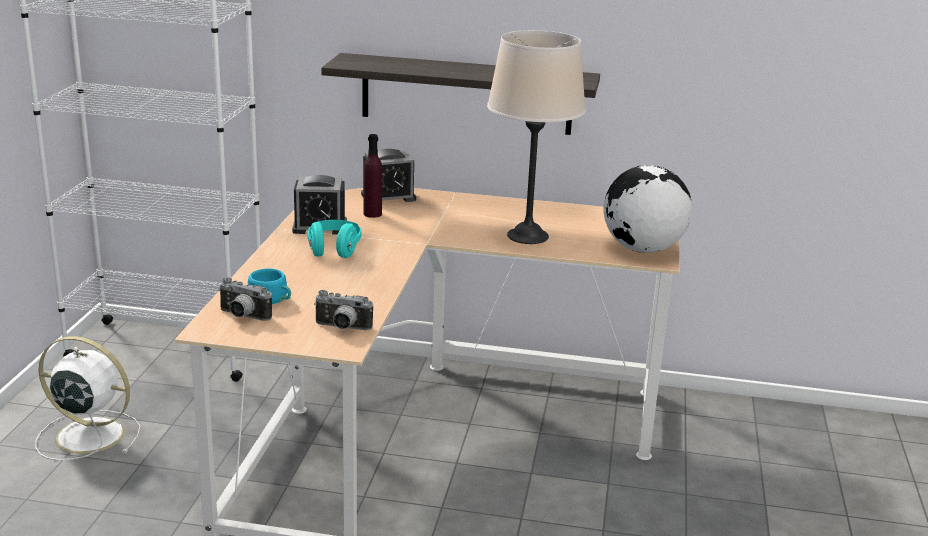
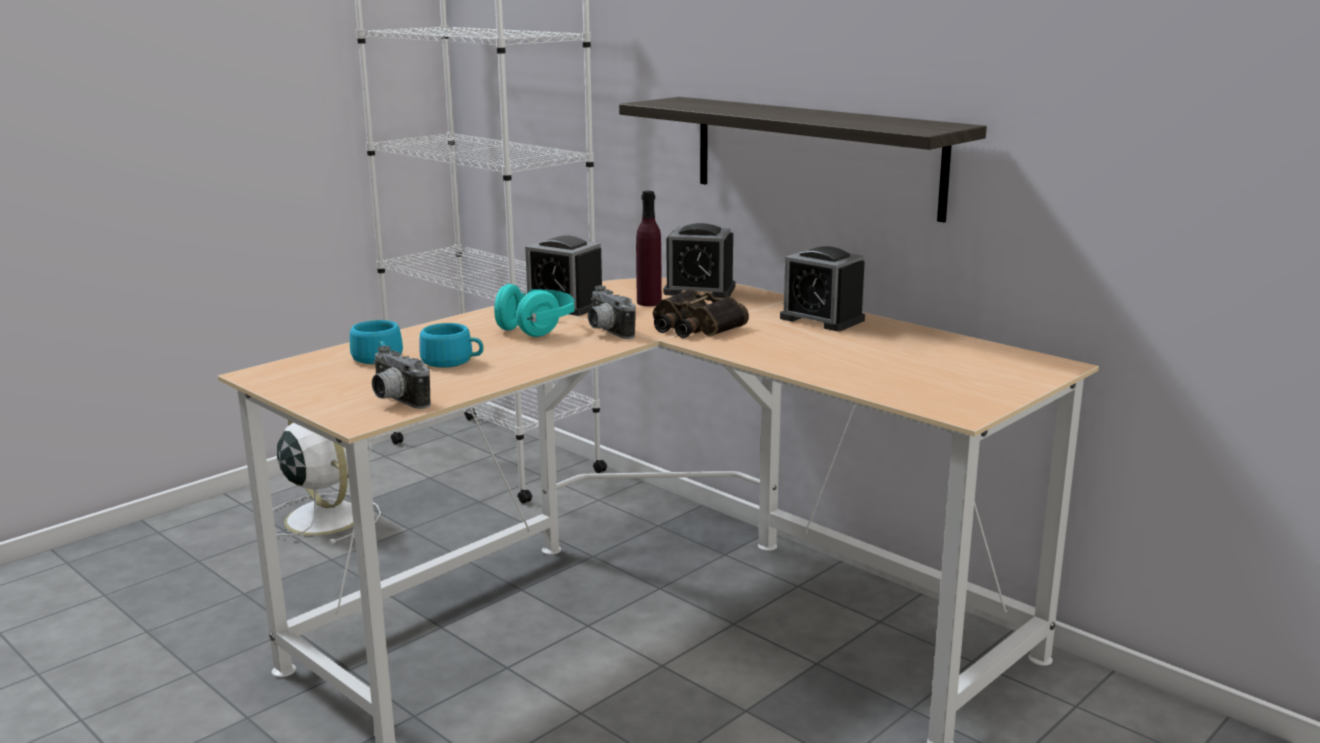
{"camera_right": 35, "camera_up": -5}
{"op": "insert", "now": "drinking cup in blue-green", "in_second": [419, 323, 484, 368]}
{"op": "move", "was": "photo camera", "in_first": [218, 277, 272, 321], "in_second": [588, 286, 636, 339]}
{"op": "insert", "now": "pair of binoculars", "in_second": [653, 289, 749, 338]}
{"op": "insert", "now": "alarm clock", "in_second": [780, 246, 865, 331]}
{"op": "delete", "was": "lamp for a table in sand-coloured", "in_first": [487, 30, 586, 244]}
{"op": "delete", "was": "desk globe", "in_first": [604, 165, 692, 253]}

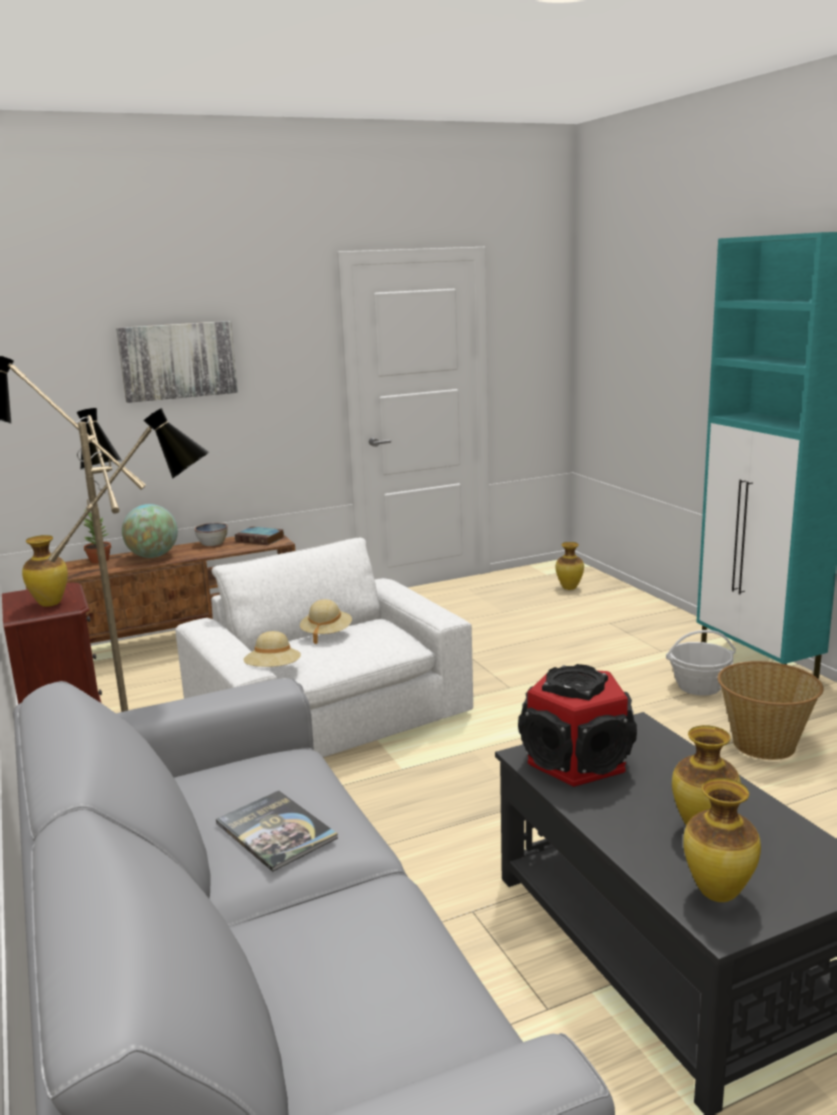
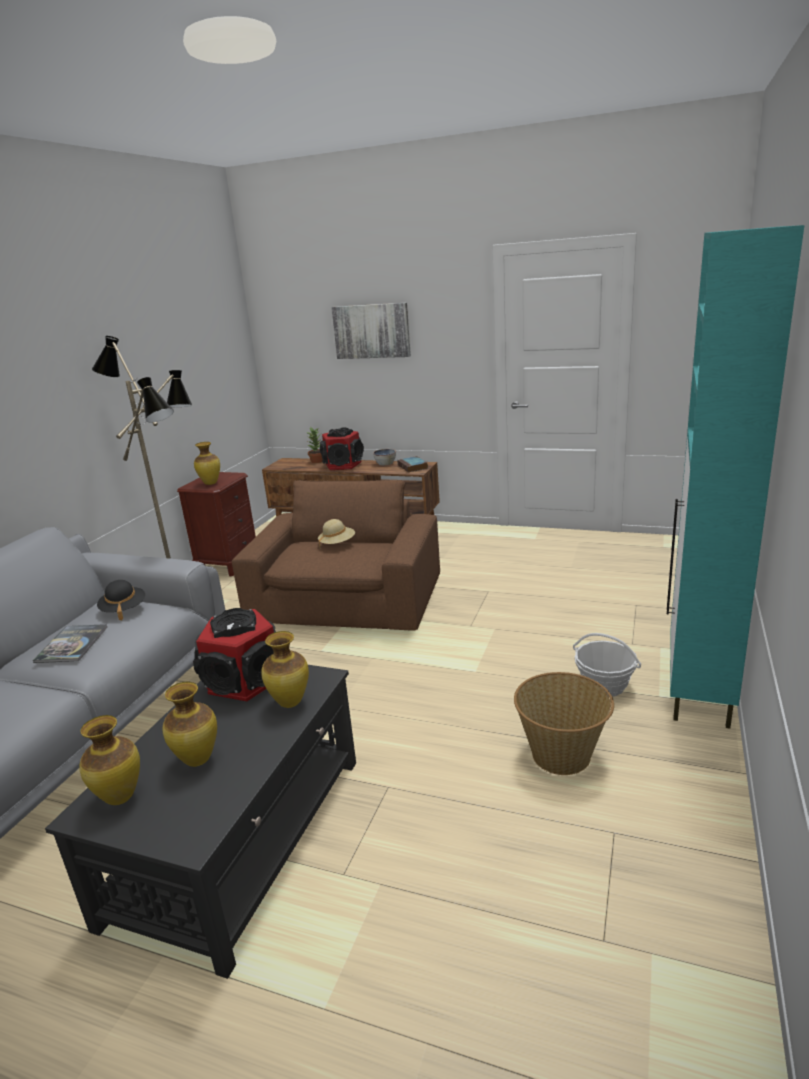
{"camera_right": 45, "camera_up": 5}
{"op": "insert", "now": "clothing hat in black-coloured", "in_second": [97, 580, 145, 620]}
{"op": "recolor", "was": "lounge chair in white", "now": "lounge chair in brown-coloured", "in_first": [175, 537, 473, 757], "in_second": [232, 480, 440, 631]}
{"op": "move", "was": "vase", "in_first": [555, 542, 584, 590], "in_second": [261, 631, 309, 708]}
{"op": "replace", "was": "desk globe", "now": "loudspeaker", "in_first": [122, 504, 178, 558], "in_second": [320, 428, 364, 470]}
{"op": "delete", "was": "clothing hat in sand-coloured", "in_first": [244, 631, 301, 667]}

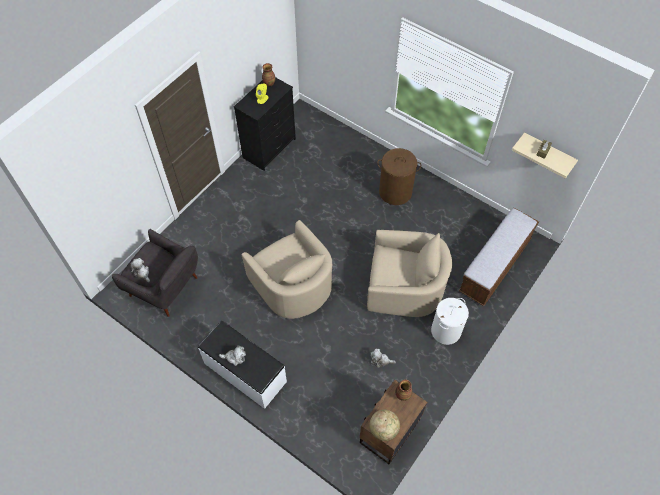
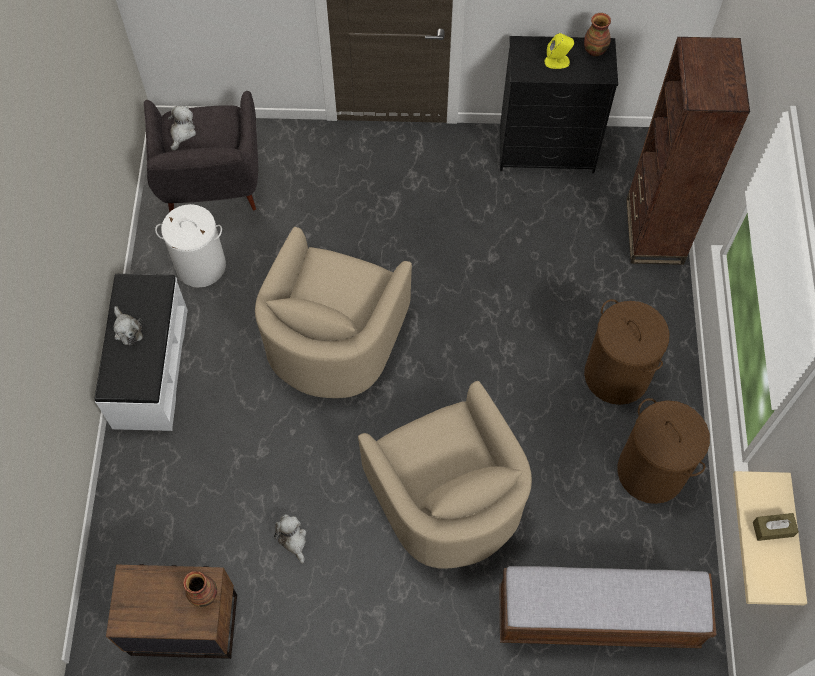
{"camera_right": 55, "camera_up": 5}
{"op": "move", "was": "laundry basket in white", "in_first": [431, 298, 469, 345], "in_second": [155, 204, 226, 287]}
{"op": "insert", "now": "laundry basket in brown-coloured", "in_second": [617, 398, 710, 504]}
{"op": "insert", "now": "shelving unit in brown-coloured", "in_second": [626, 37, 750, 265]}
{"op": "delete", "was": "desk globe", "in_first": [369, 409, 400, 441]}

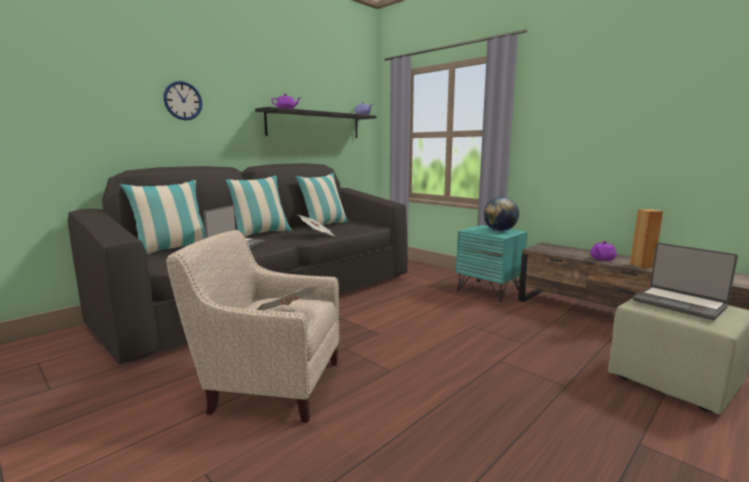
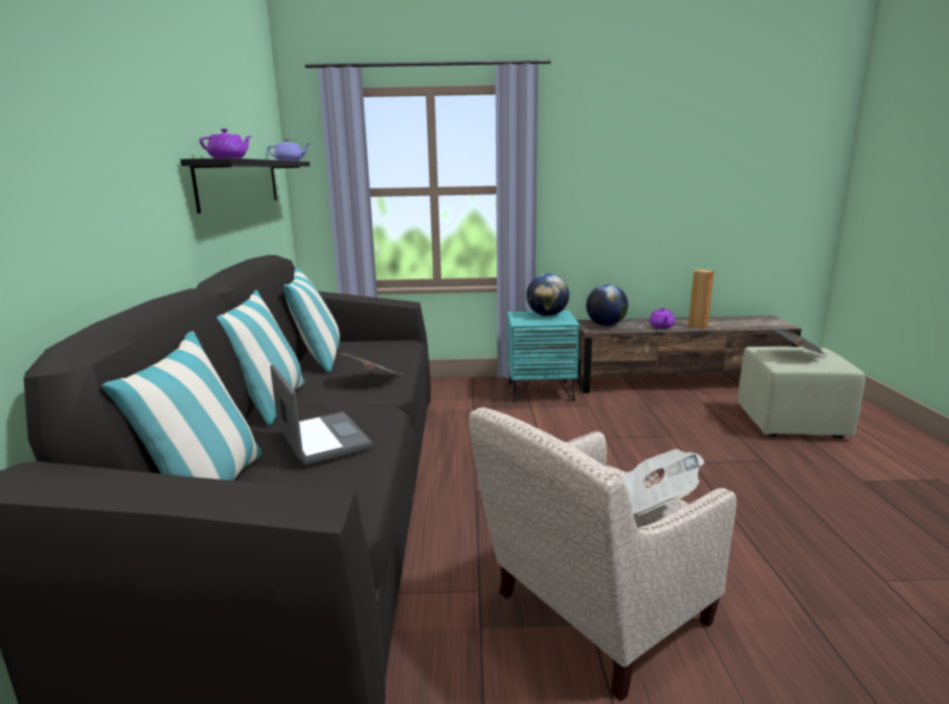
{"camera_right": -45, "camera_up": 5}
{"op": "insert", "now": "desk globe", "in_second": [586, 285, 628, 326]}
{"op": "replace", "was": "notebook computer", "now": "printed paper", "in_first": [633, 243, 738, 320], "in_second": [771, 329, 827, 355]}
{"op": "delete", "was": "clock on the wall", "in_first": [163, 81, 202, 120]}

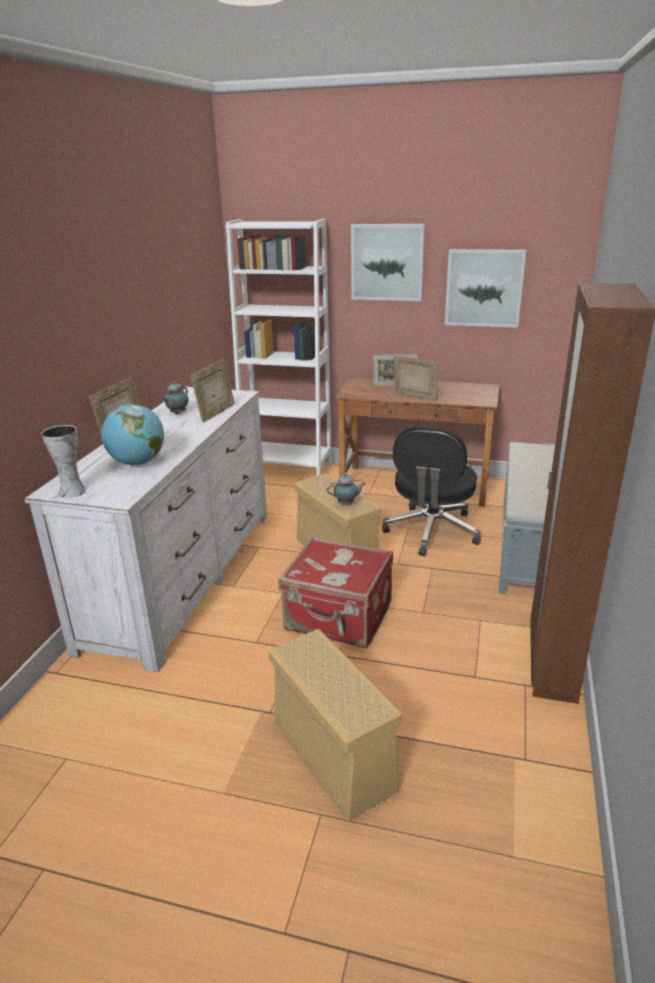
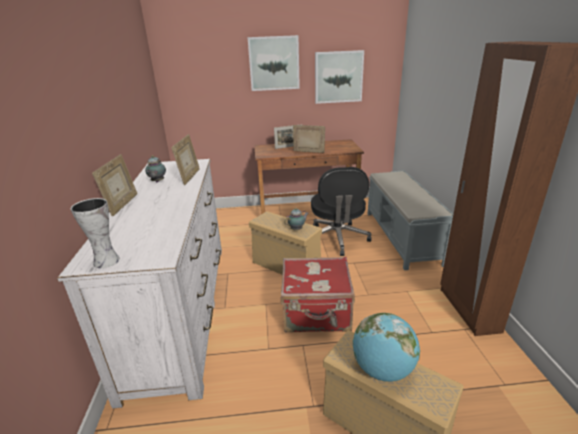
{"camera_right": -20, "camera_up": 0}
{"op": "move", "was": "desk globe", "in_first": [101, 404, 164, 465], "in_second": [353, 313, 420, 382]}
{"op": "delete", "was": "shelving unit in white", "in_first": [226, 219, 332, 475]}

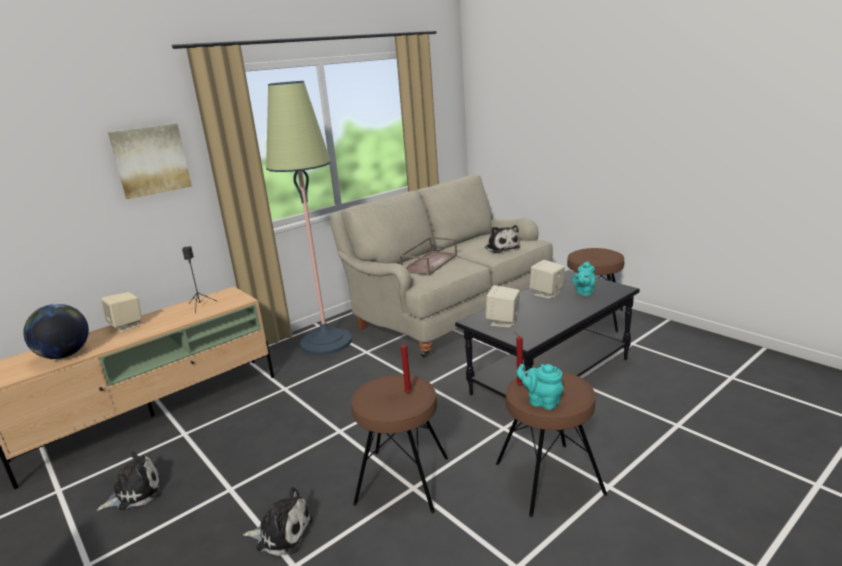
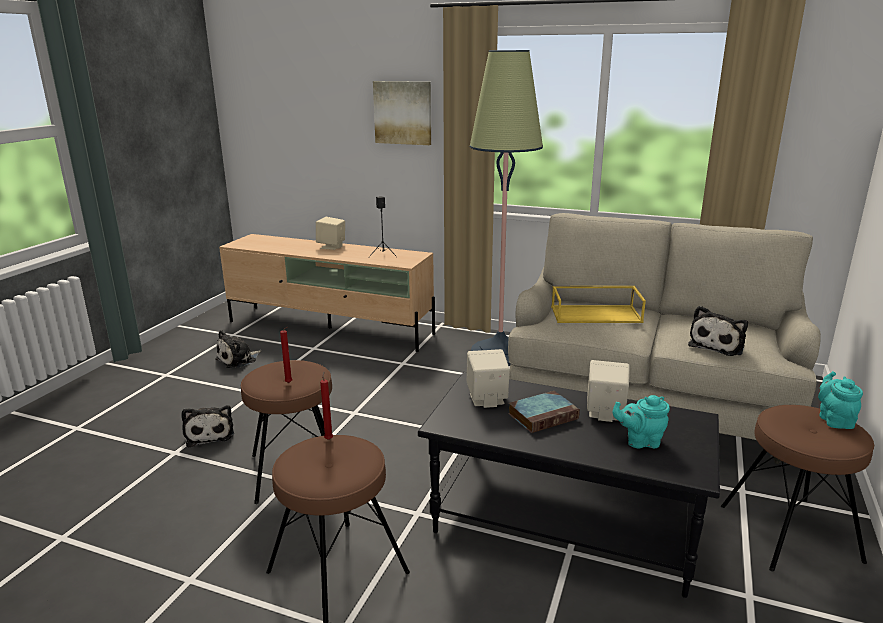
{"camera_right": 60, "camera_up": 0}
{"op": "rotate", "was": "cuddly toy", "in_first": [97, 452, 161, 511], "in_second": [215, 330, 262, 368], "clockwise": 105}
{"op": "insert", "now": "volume", "in_second": [508, 391, 580, 433]}
{"op": "recolor", "was": "carrying tray in brown-coloured", "now": "carrying tray in yellowish", "in_first": [400, 237, 457, 275], "in_second": [551, 286, 646, 323]}
{"op": "move", "was": "tea pot in blue-green", "in_first": [517, 364, 564, 410], "in_second": [818, 371, 863, 429]}
{"op": "delete", "was": "desk globe", "in_first": [23, 304, 89, 359]}

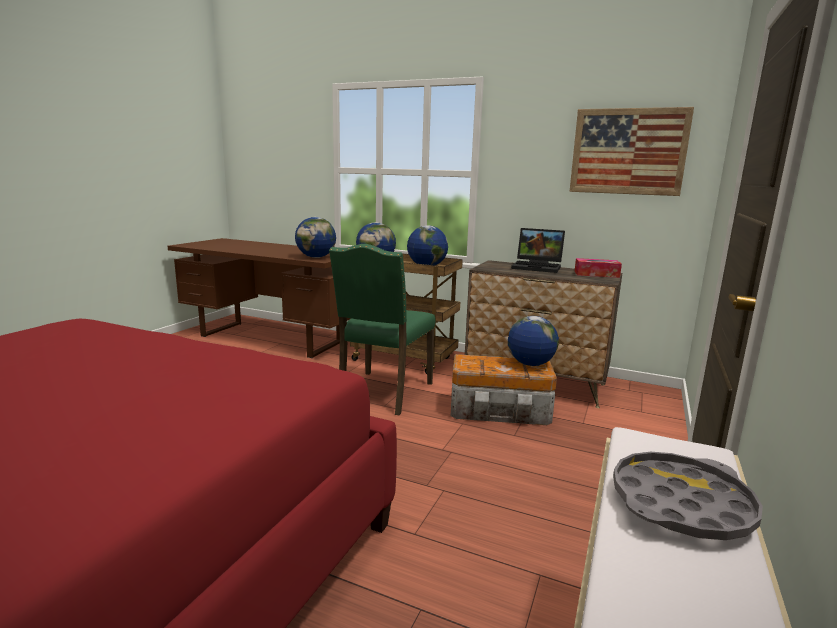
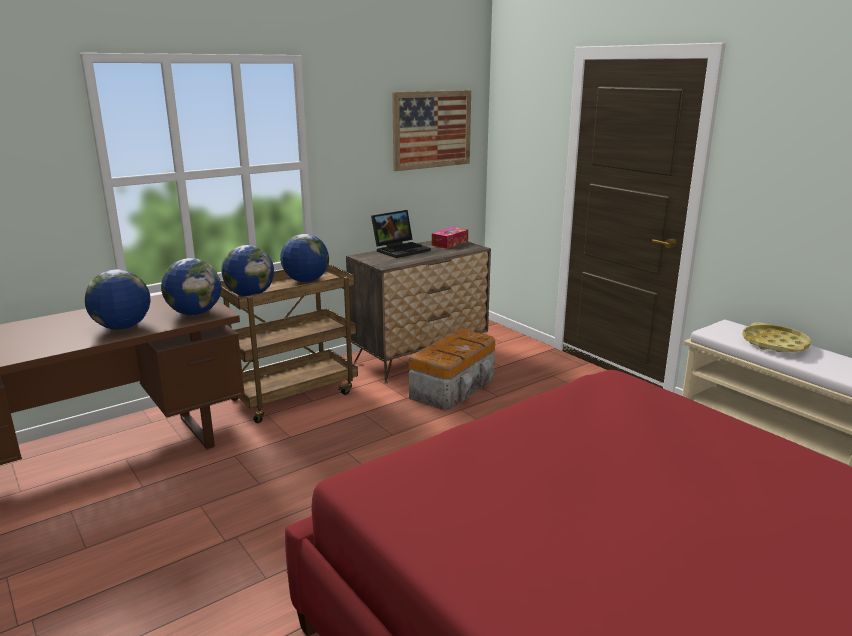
{"camera_right": -60, "camera_up": 5}
{"op": "move", "was": "desk globe", "in_first": [508, 316, 559, 366], "in_second": [85, 269, 150, 330]}
{"op": "recolor", "was": "carrying tray in greyish", "now": "carrying tray in yellowish", "in_first": [613, 452, 763, 540], "in_second": [742, 323, 811, 352]}
{"op": "delete", "was": "chair in green", "in_first": [329, 244, 435, 415]}

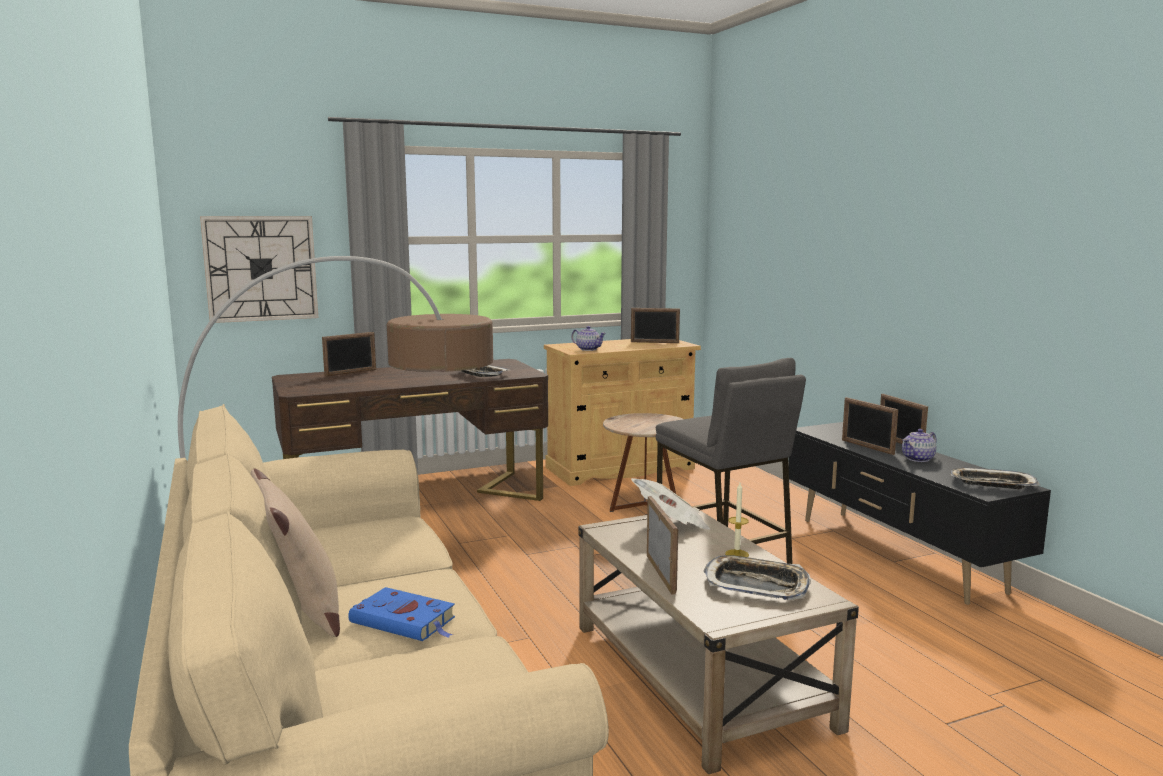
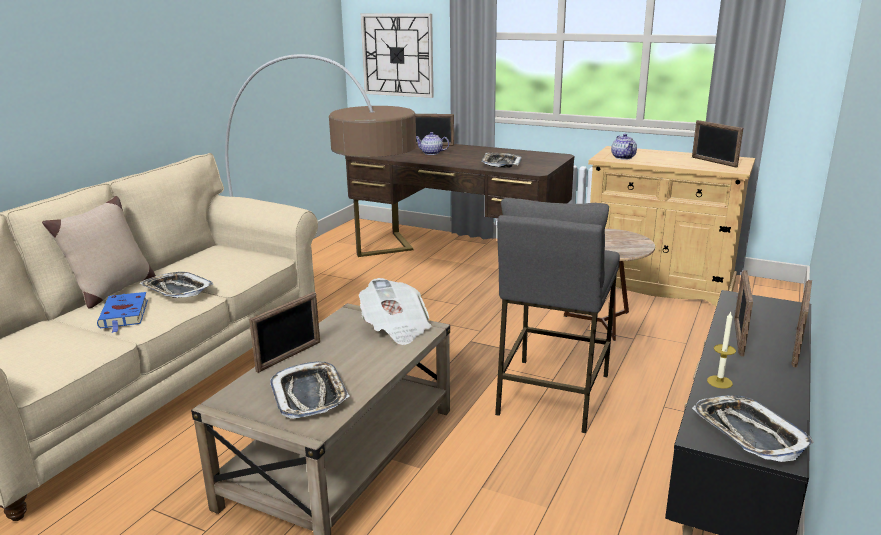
{"camera_right": 50, "camera_up": 10}
{"op": "insert", "now": "carrying tray", "in_second": [140, 272, 214, 298]}
{"op": "move", "was": "tea pot", "in_first": [902, 429, 937, 462], "in_second": [416, 132, 449, 155]}
{"op": "move", "was": "wax light", "in_first": [725, 483, 749, 557], "in_second": [707, 312, 736, 389]}

